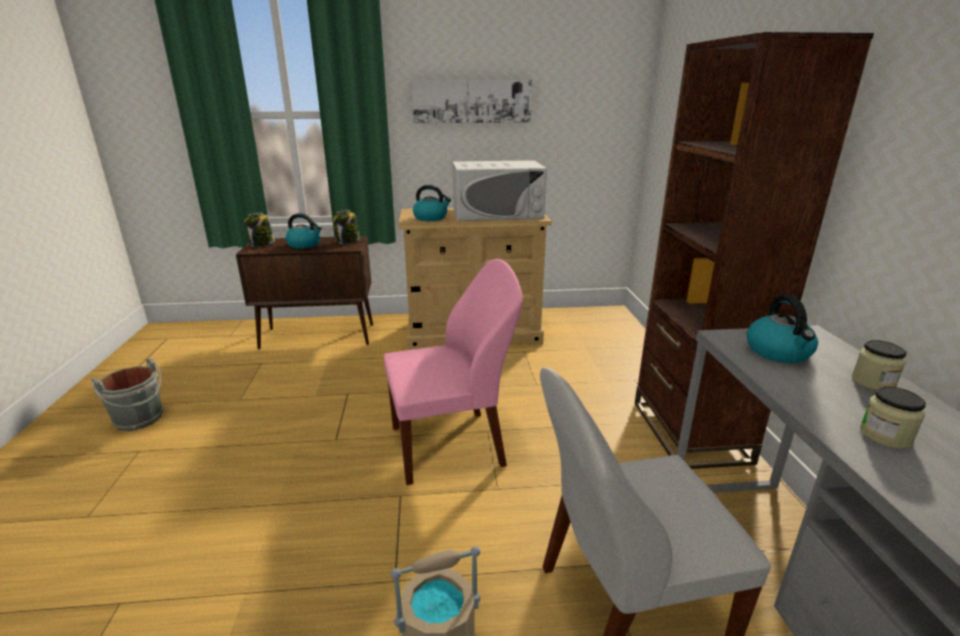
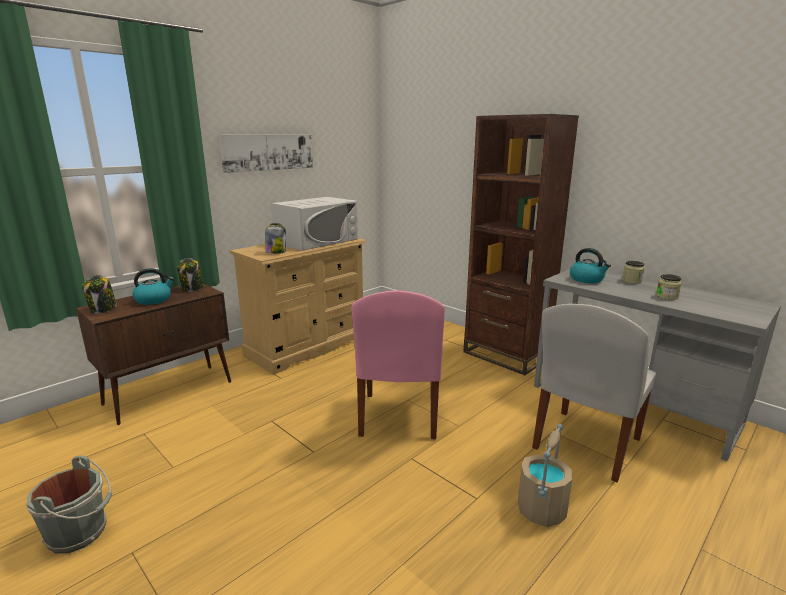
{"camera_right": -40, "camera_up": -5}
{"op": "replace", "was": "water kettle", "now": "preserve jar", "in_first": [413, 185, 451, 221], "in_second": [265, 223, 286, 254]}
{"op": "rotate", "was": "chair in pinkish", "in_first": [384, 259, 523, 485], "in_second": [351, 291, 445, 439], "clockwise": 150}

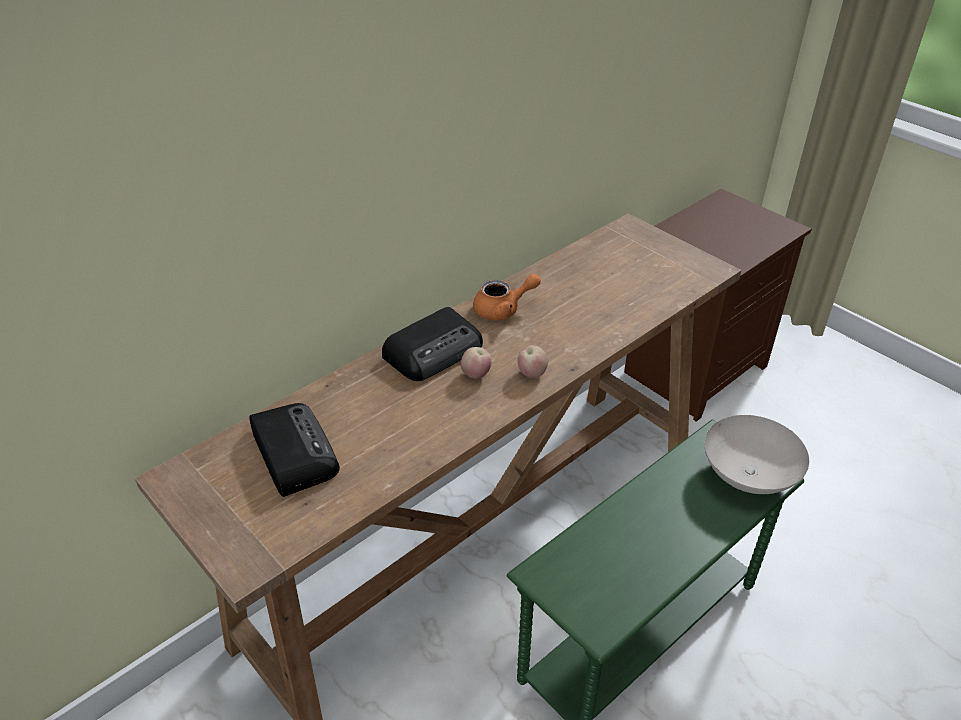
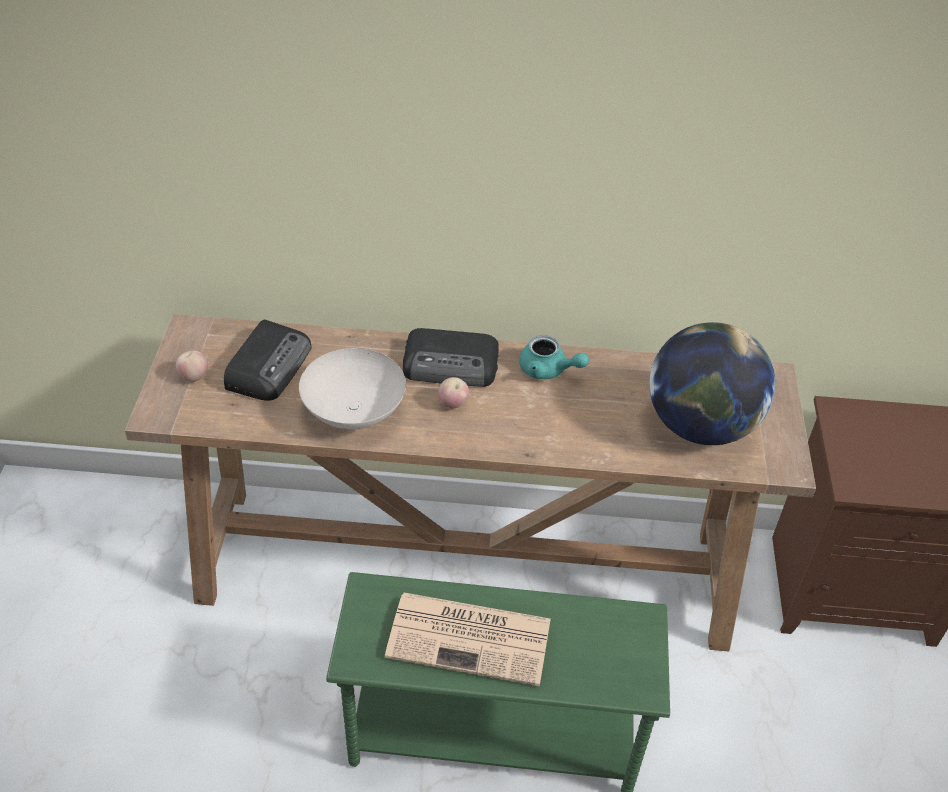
{"camera_right": 45, "camera_up": 5}
{"op": "move", "was": "apple", "in_first": [518, 345, 548, 378], "in_second": [176, 351, 208, 382]}
{"op": "move", "was": "deep dish in white", "in_first": [704, 415, 809, 494], "in_second": [299, 348, 406, 429]}
{"op": "insert", "now": "printed paper", "in_second": [385, 593, 551, 686]}
{"op": "recolor", "was": "tea pot in orangey", "now": "tea pot in blue-green", "in_first": [473, 274, 541, 321], "in_second": [519, 335, 589, 379]}
{"op": "insert", "now": "desk globe", "in_second": [649, 322, 775, 445]}

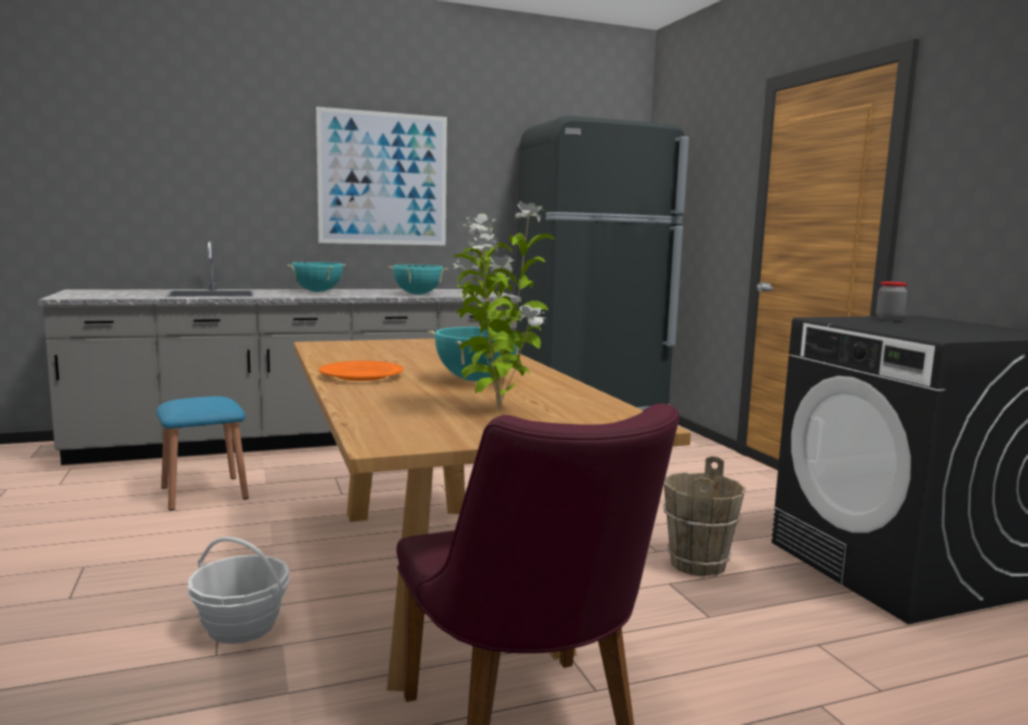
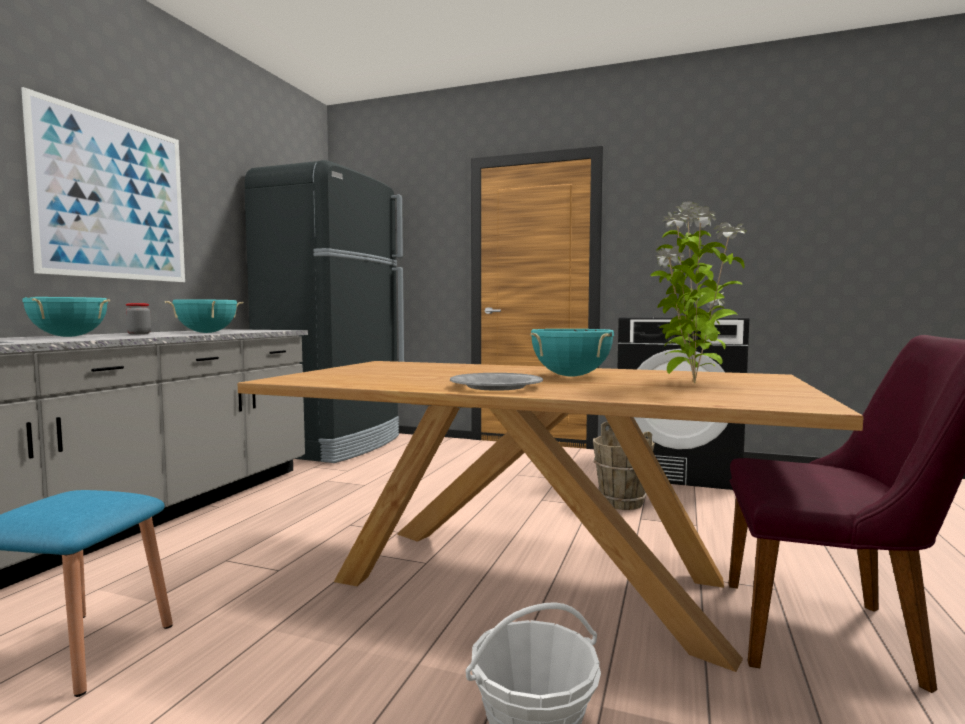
{"camera_right": -50, "camera_up": -5}
{"op": "move", "was": "preserve jar", "in_first": [876, 281, 907, 321], "in_second": [125, 303, 151, 335]}
{"op": "recolor", "was": "plate in orangey", "now": "plate in greyish", "in_first": [319, 361, 404, 381], "in_second": [450, 373, 543, 391]}

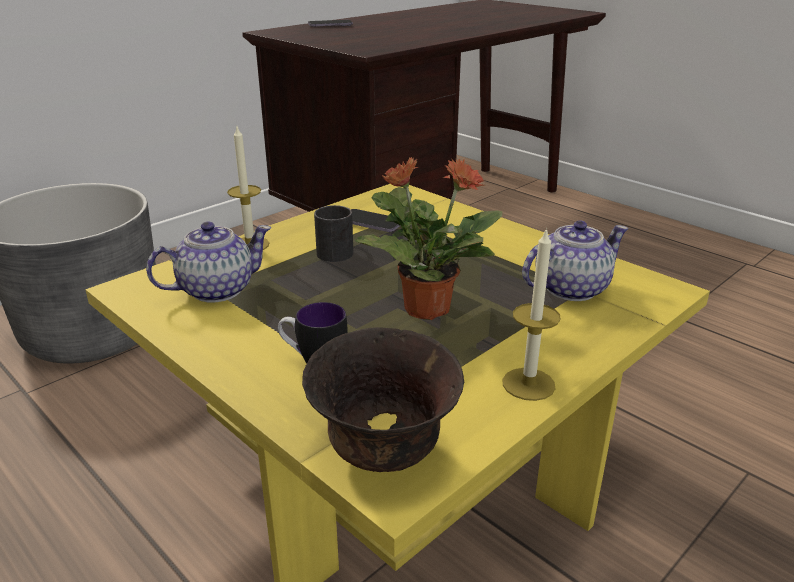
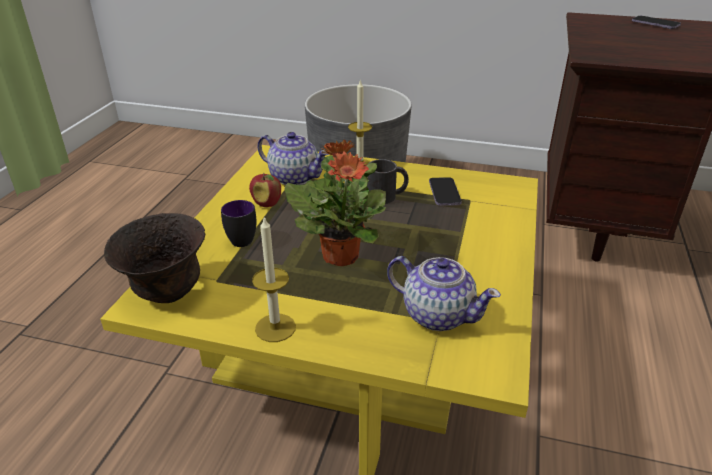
{"camera_right": 60, "camera_up": 5}
{"op": "insert", "now": "apple", "in_second": [249, 173, 281, 207]}

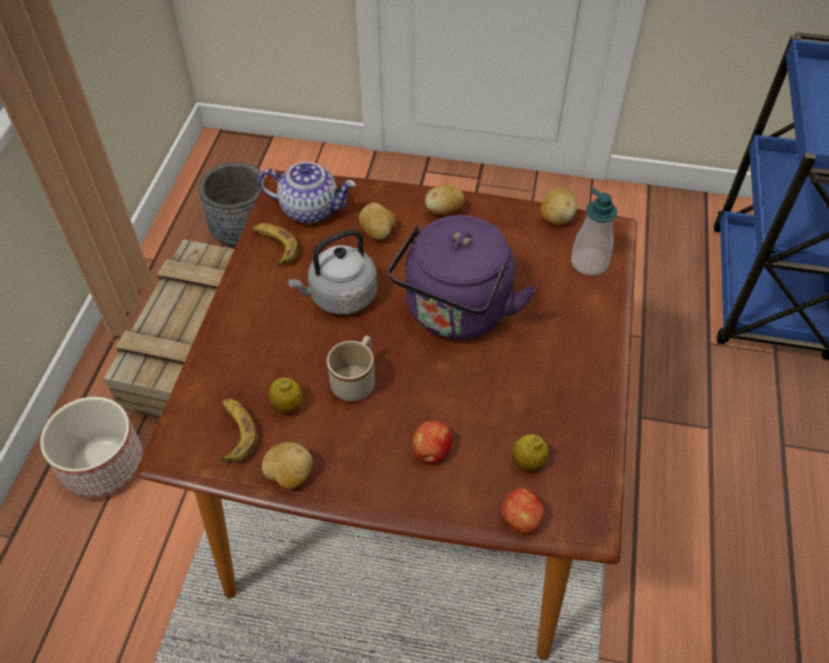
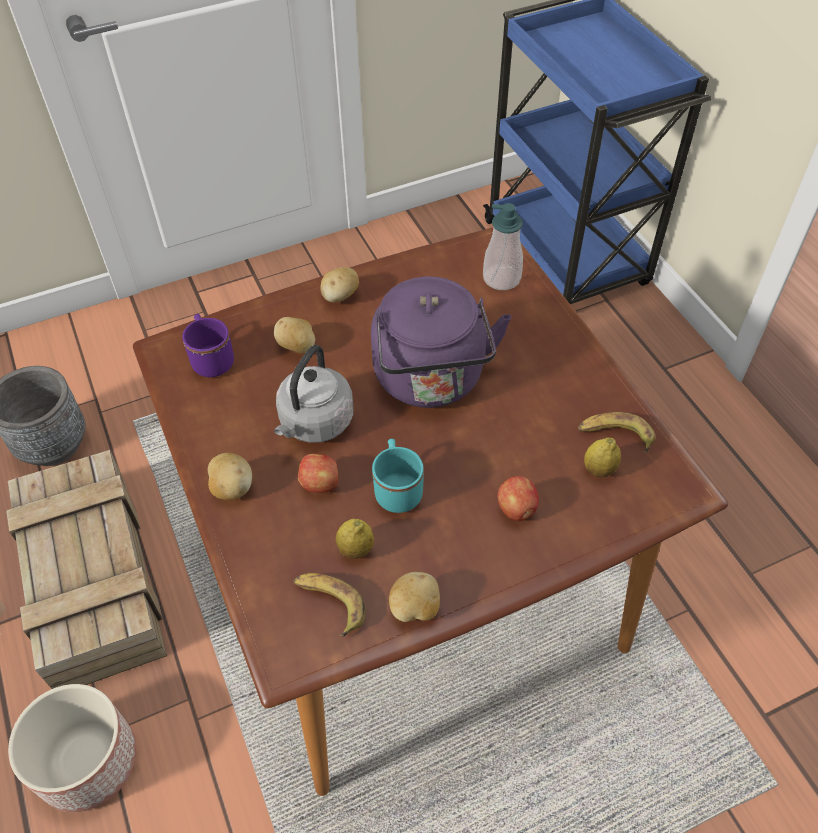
{"camera_right": -35, "camera_up": 0}
{"op": "replace", "was": "tea pot", "now": "tea mug in purple", "in_first": [258, 162, 356, 224], "in_second": [182, 314, 234, 377]}
{"op": "move", "was": "potato", "in_first": [540, 188, 577, 225], "in_second": [208, 453, 252, 500]}
{"op": "move", "was": "apple", "in_first": [501, 488, 545, 534], "in_second": [298, 453, 338, 493]}
{"op": "recolor", "was": "tea mug in sand-coloured", "now": "tea mug in blue-green", "in_first": [327, 336, 375, 402], "in_second": [372, 439, 424, 513]}
{"op": "move", "was": "banana fruit", "in_first": [253, 223, 299, 266], "in_second": [578, 412, 655, 453]}

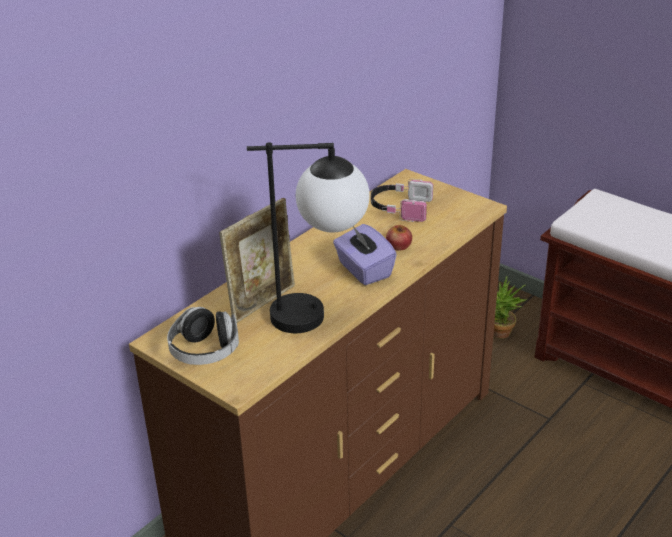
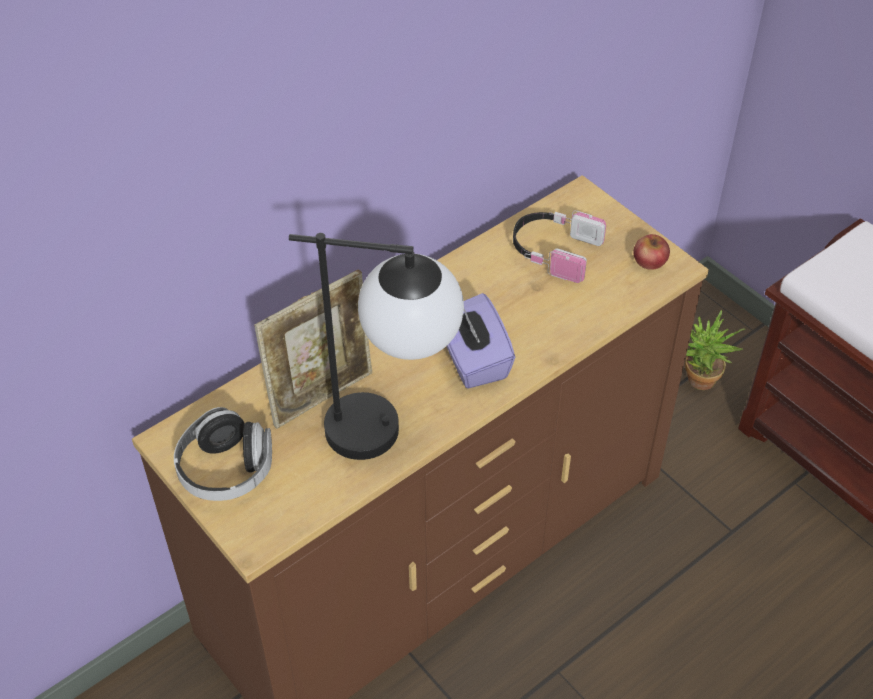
{"camera_right": 10, "camera_up": 15}
{"op": "move", "was": "apple", "in_first": [386, 225, 412, 251], "in_second": [633, 234, 670, 270]}

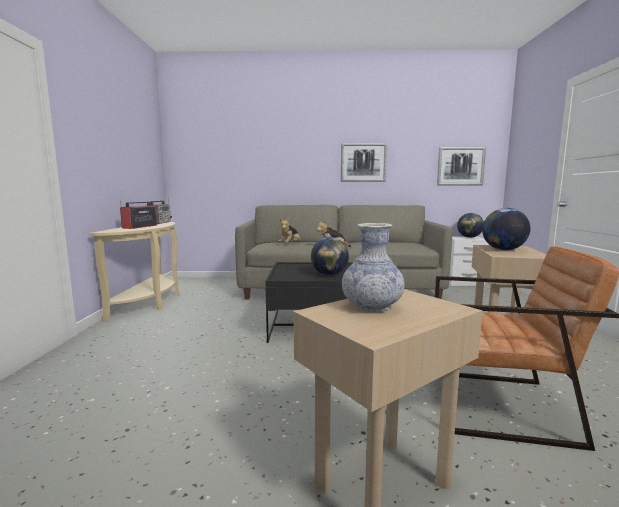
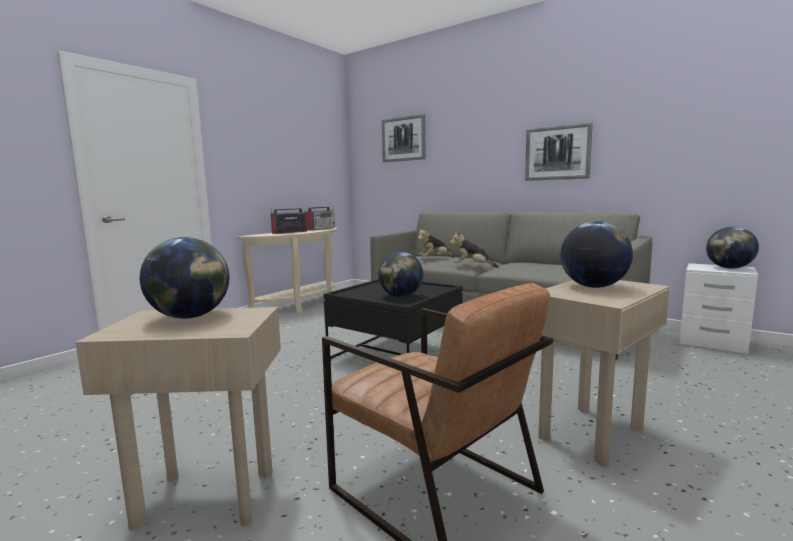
{"camera_right": 35, "camera_up": 0}
{"op": "replace", "was": "vase", "now": "desk globe", "in_first": [342, 223, 405, 312], "in_second": [140, 237, 229, 319]}
{"op": "move", "was": "wall art", "in_first": [437, 147, 486, 186], "in_second": [382, 114, 426, 162]}

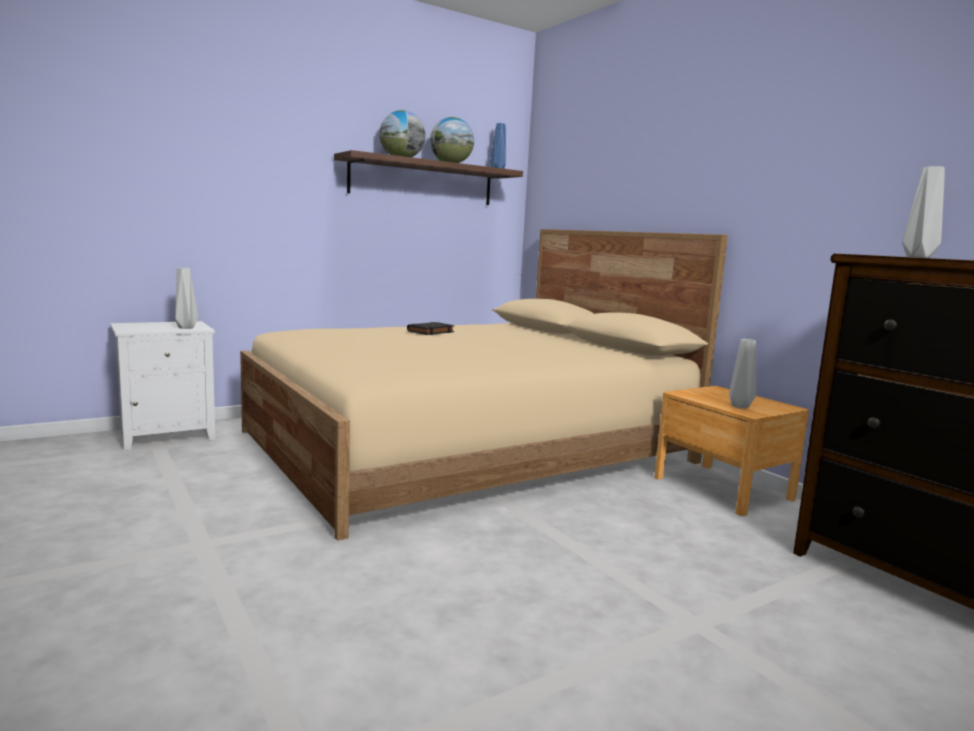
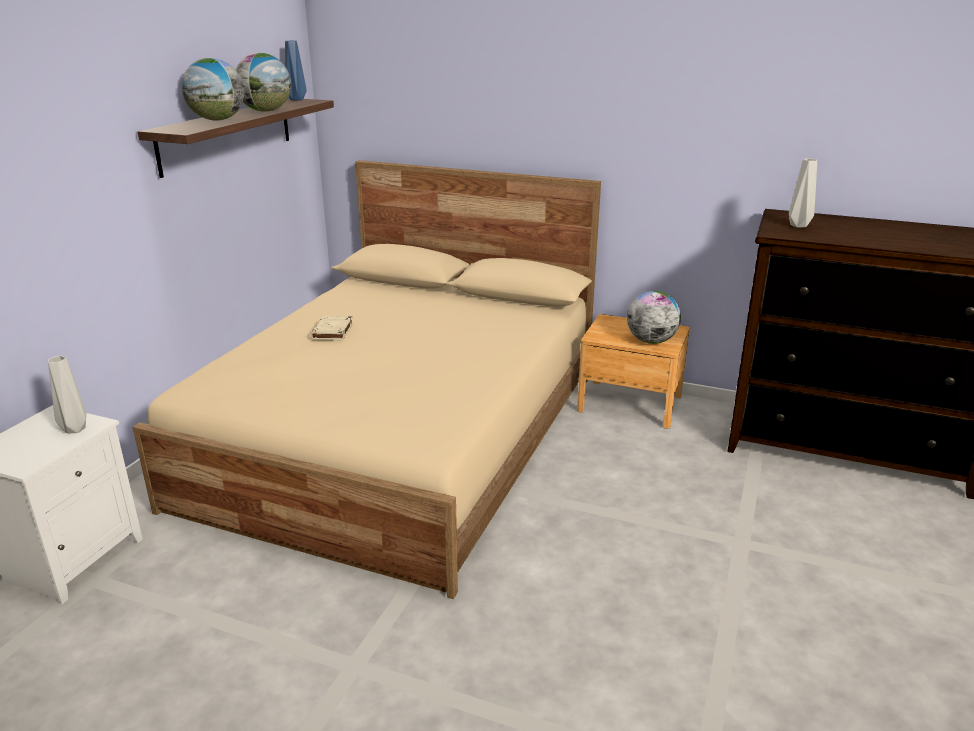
{"camera_right": -35, "camera_up": 15}
{"op": "recolor", "was": "volume in black-coloured", "now": "volume in sand-coloured", "in_first": [407, 322, 455, 335], "in_second": [310, 315, 353, 341]}
{"op": "replace", "was": "vase in greyish", "now": "desk globe", "in_first": [729, 339, 756, 408], "in_second": [627, 291, 681, 344]}

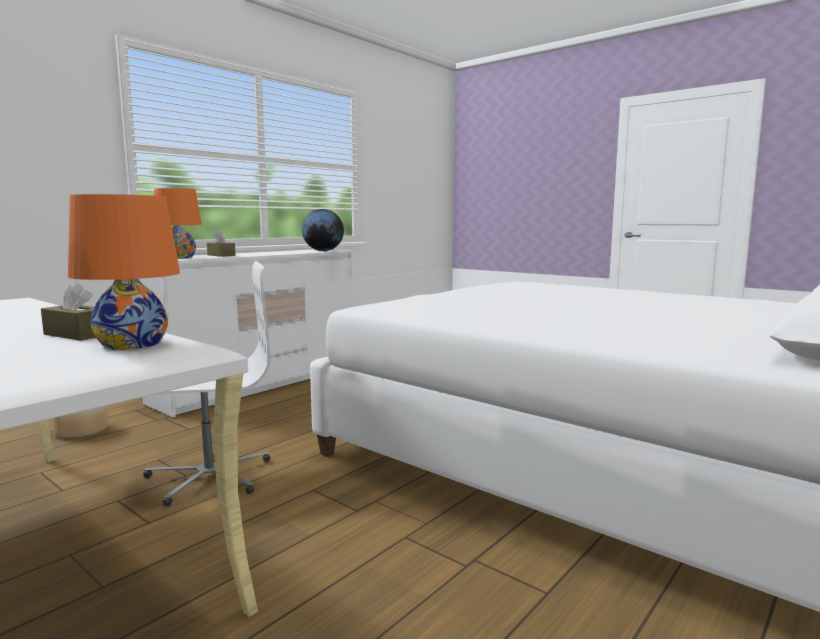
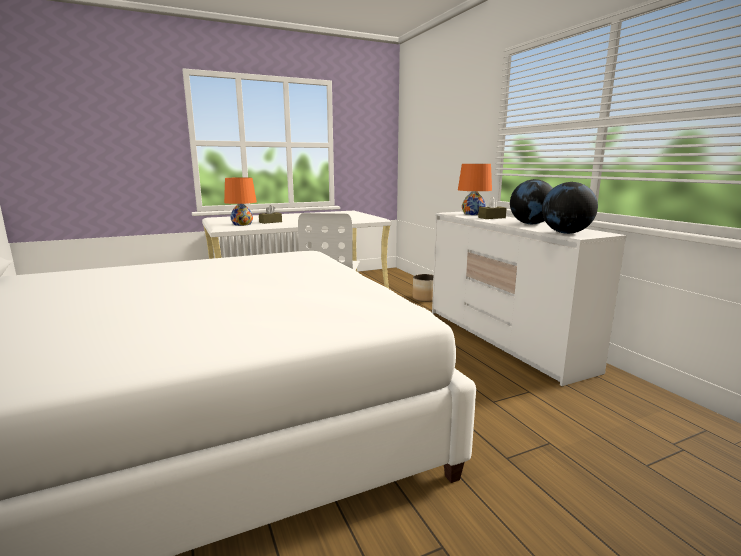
{"camera_right": 115, "camera_up": 5}
{"op": "insert", "now": "desk globe", "in_second": [510, 179, 553, 224]}

